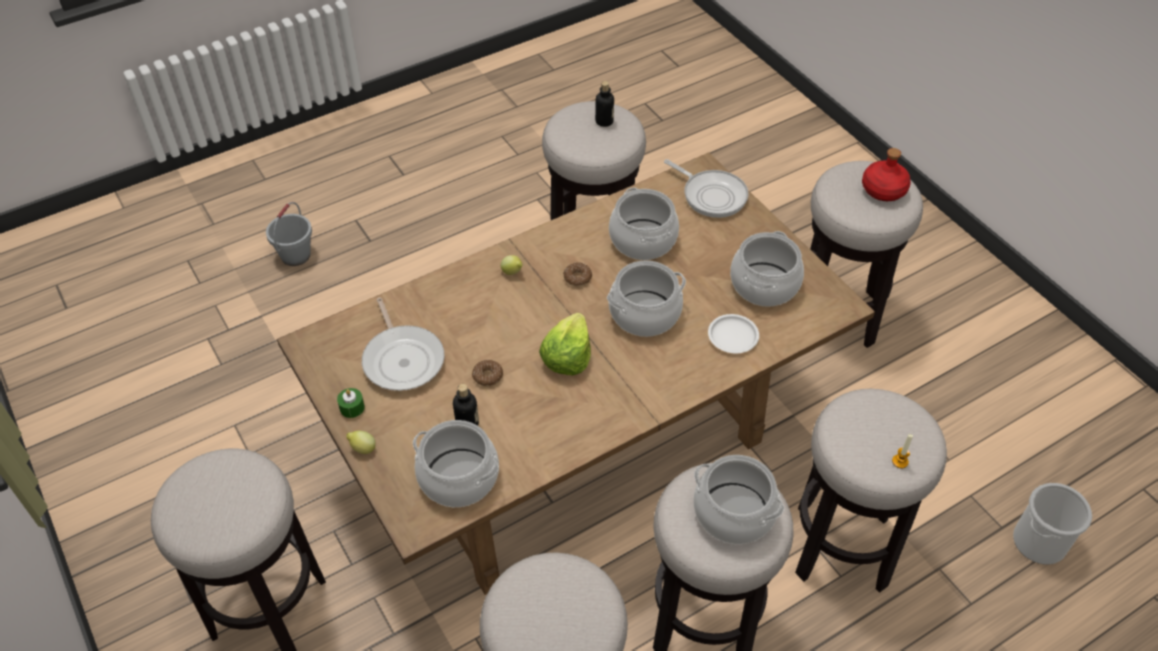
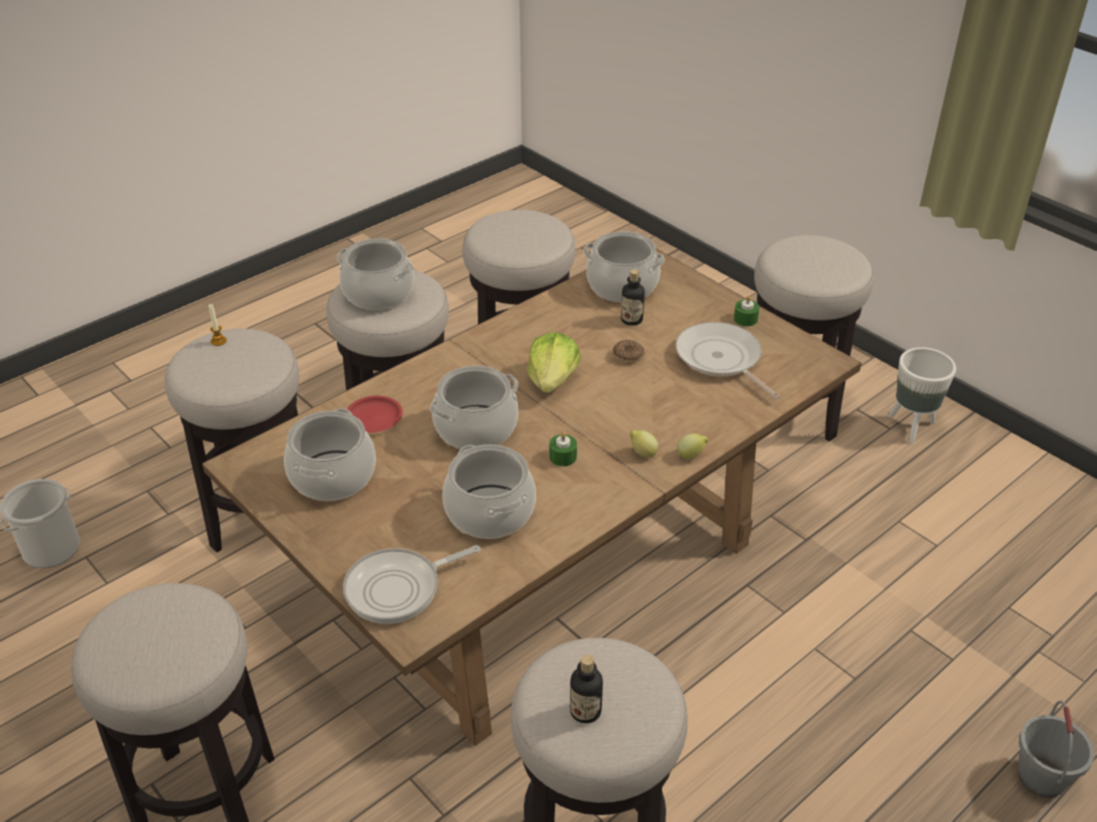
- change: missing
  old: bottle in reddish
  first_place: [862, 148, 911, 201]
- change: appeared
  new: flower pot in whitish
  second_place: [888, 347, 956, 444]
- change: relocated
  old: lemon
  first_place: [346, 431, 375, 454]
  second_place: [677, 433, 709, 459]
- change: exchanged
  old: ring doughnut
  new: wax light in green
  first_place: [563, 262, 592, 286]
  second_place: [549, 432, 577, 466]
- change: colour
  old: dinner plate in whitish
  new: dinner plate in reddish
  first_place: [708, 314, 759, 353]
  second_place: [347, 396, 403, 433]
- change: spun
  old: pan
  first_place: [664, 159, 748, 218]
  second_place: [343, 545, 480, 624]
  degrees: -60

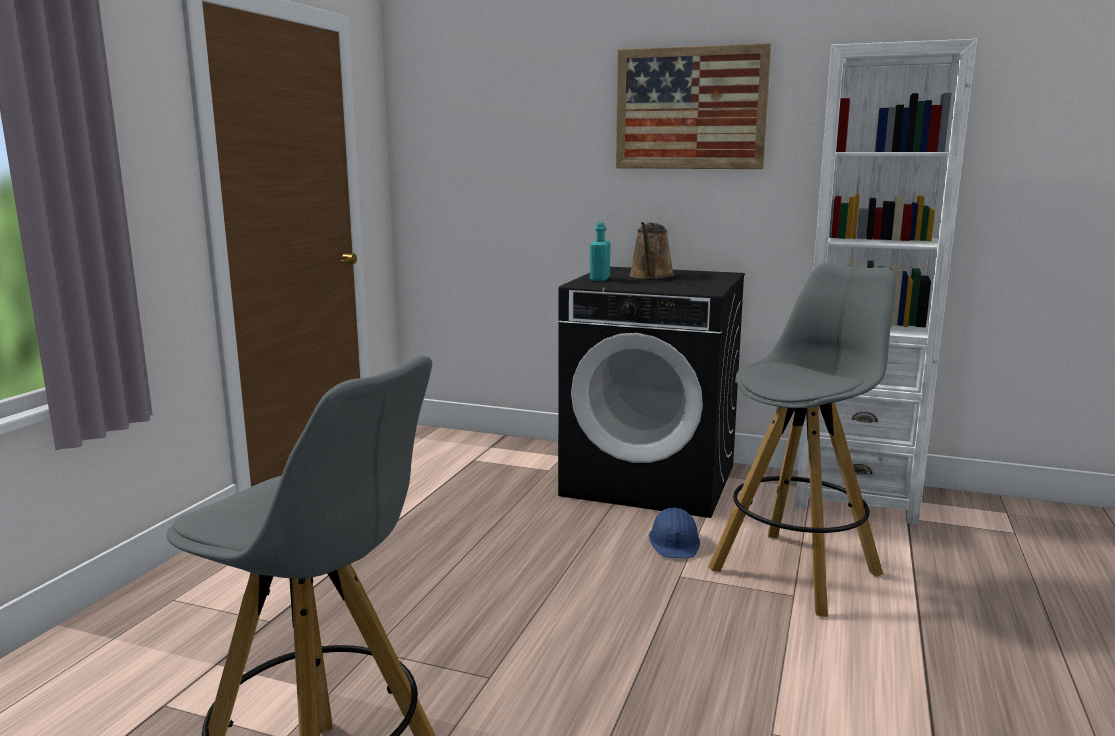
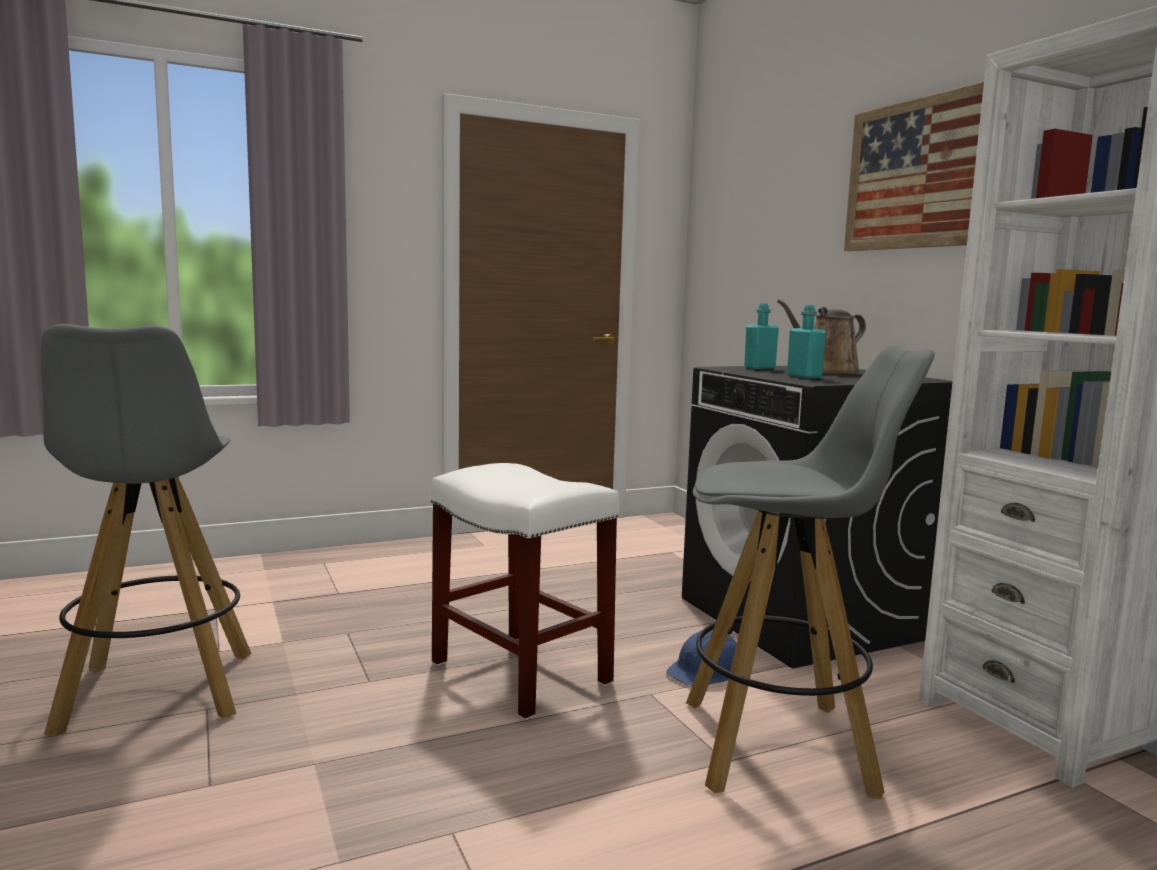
- change: appeared
  new: stool in whitish
  second_place: [431, 463, 620, 720]
- change: appeared
  new: bottle in blue-green
  second_place: [787, 305, 826, 378]

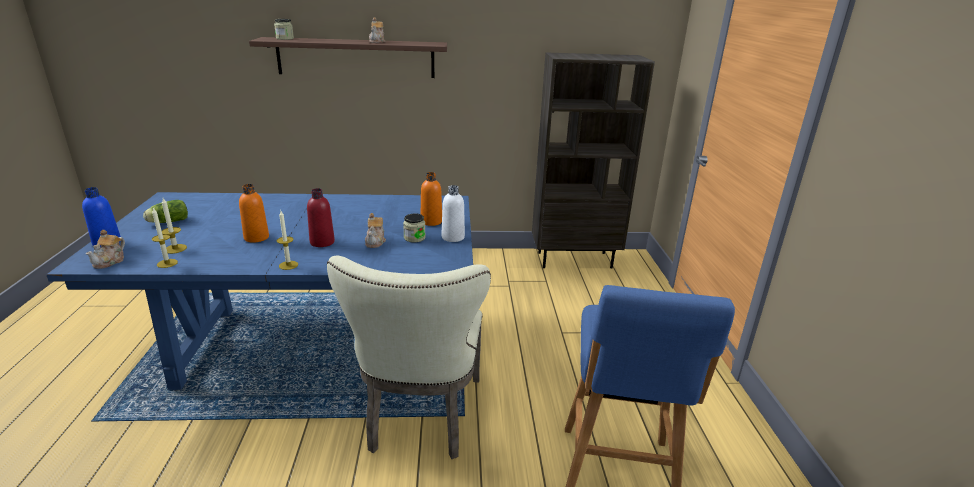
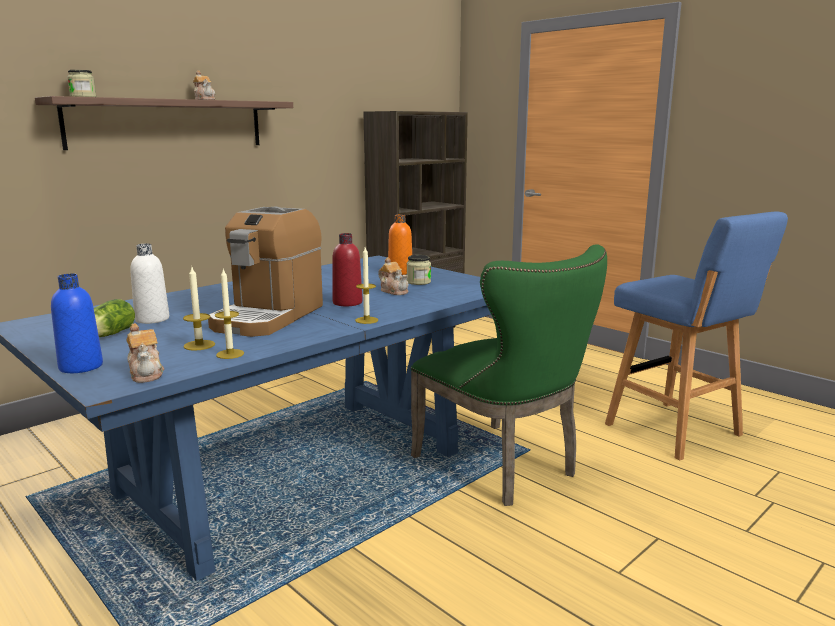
- change: relocated
  old: bottle in whitish
  first_place: [442, 185, 465, 242]
  second_place: [130, 244, 169, 324]
- change: exchanged
  old: bottle in orangey
  new: coffee machine
  first_place: [239, 184, 269, 243]
  second_place: [208, 207, 323, 337]
- change: colour
  old: plain chair in beige
  new: plain chair in green
  first_place: [327, 256, 491, 459]
  second_place: [411, 244, 607, 506]

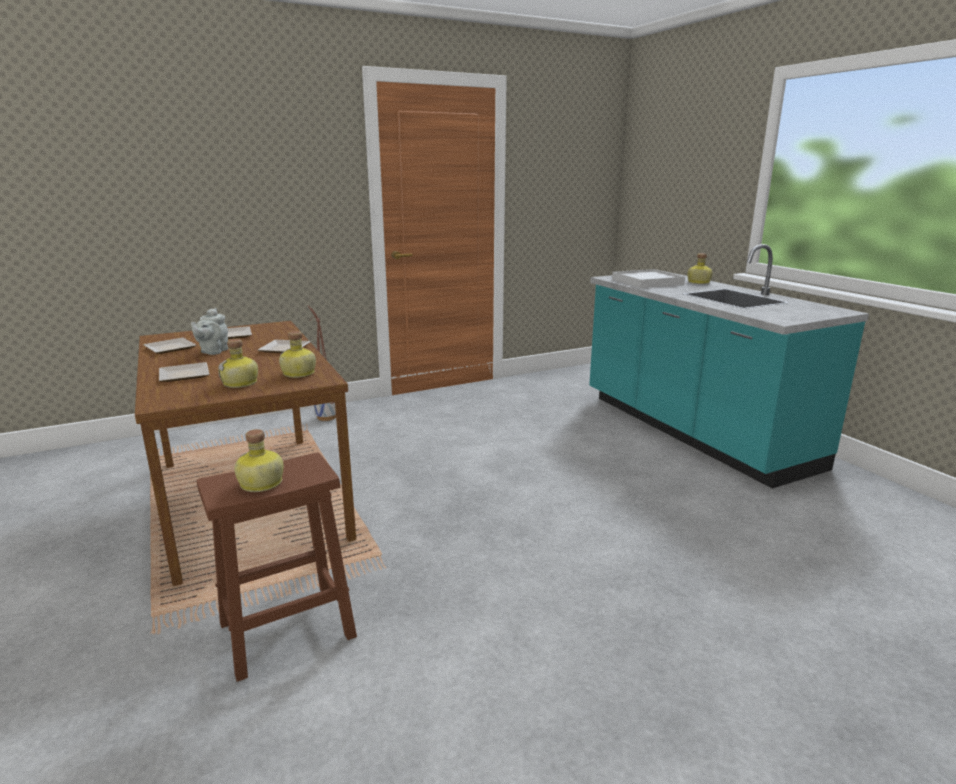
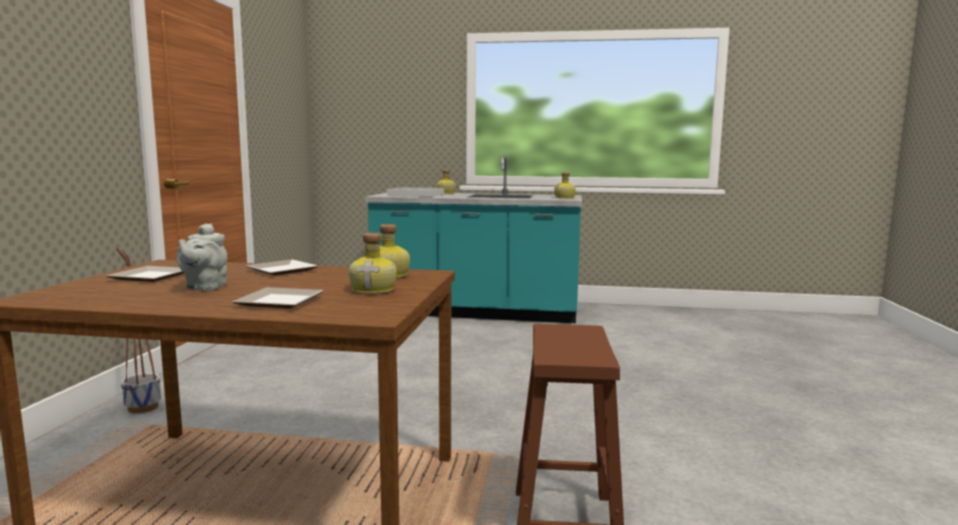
- change: missing
  old: dinner plate
  first_place: [143, 338, 197, 354]
- change: relocated
  old: bottle
  first_place: [234, 429, 284, 492]
  second_place: [554, 172, 576, 199]
- change: spun
  old: pot for tea in gray
  first_place: [191, 308, 228, 355]
  second_place: [176, 223, 228, 291]
  degrees: 45

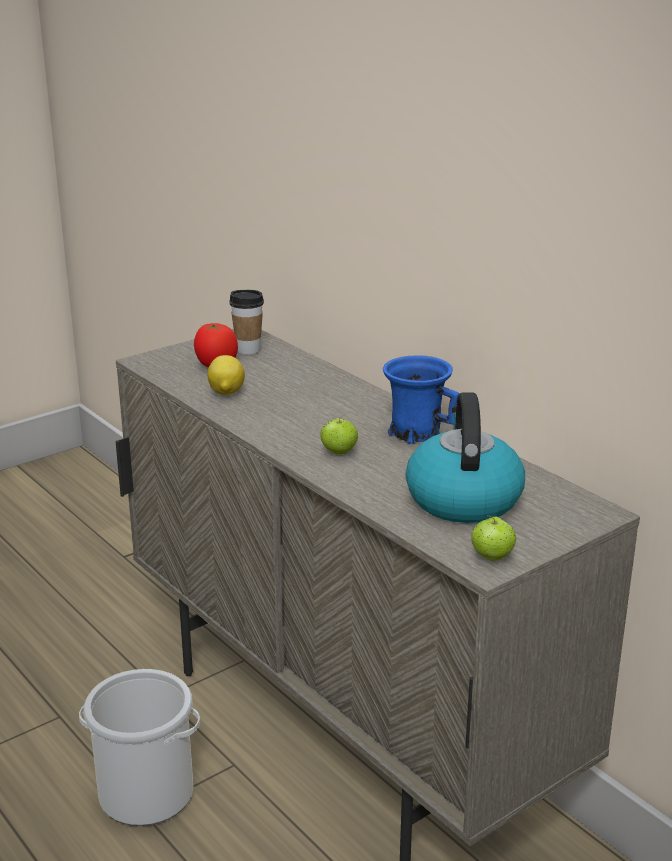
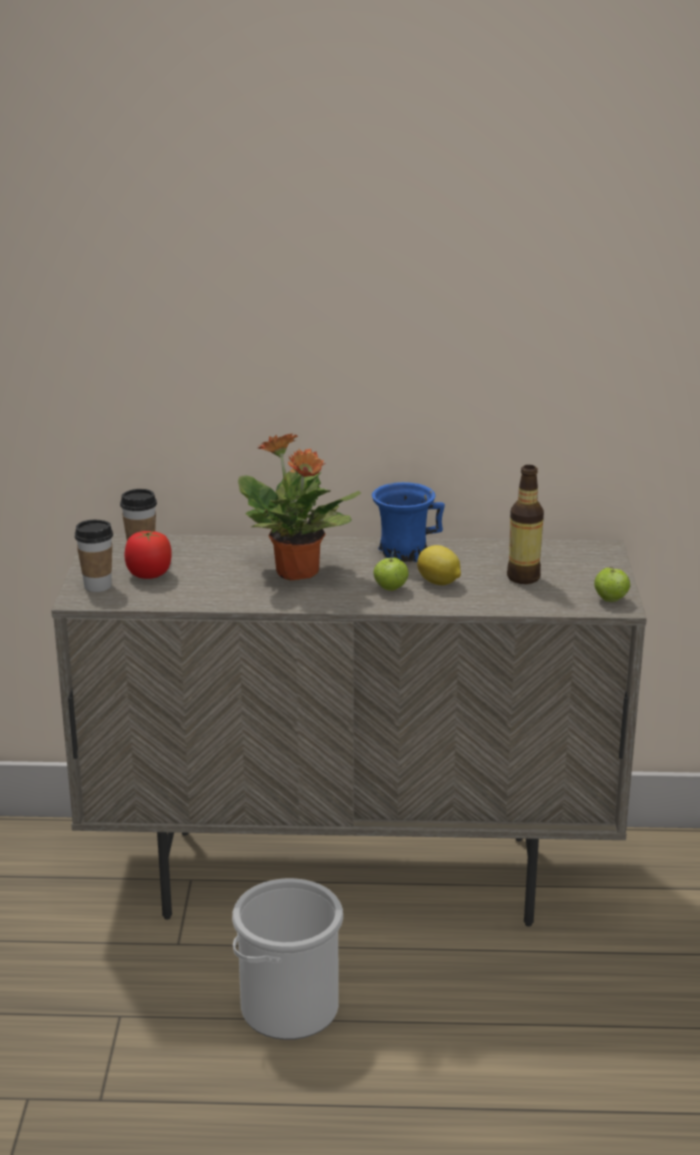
- change: appeared
  new: small cup
  second_place: [75, 520, 113, 592]
- change: appeared
  new: potted plant
  second_place: [238, 434, 361, 581]
- change: relocated
  old: lemon
  first_place: [207, 355, 245, 395]
  second_place: [417, 545, 461, 585]
- change: exchanged
  old: tea kettle
  new: bottle
  first_place: [405, 392, 525, 523]
  second_place: [507, 465, 544, 584]

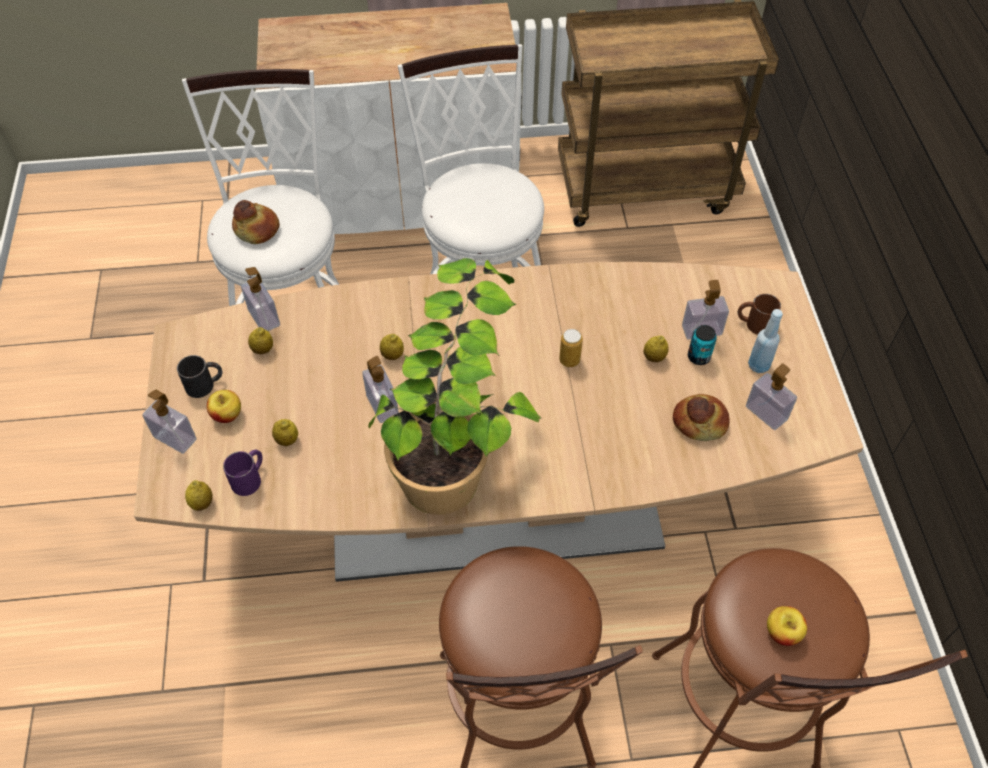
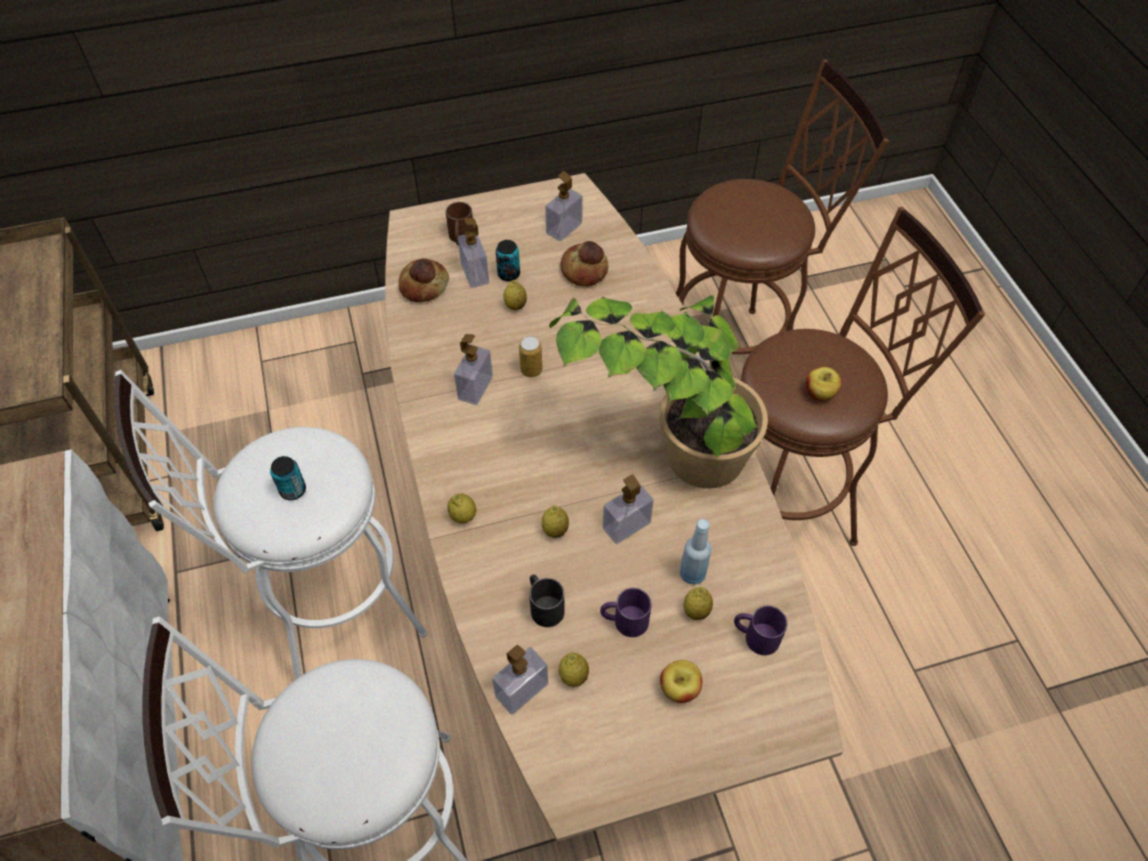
- change: appeared
  new: can
  second_place: [270, 456, 306, 500]
- change: appeared
  new: coffee mug in purplish
  second_place: [600, 588, 651, 637]
- change: relocated
  old: soap bottle
  first_place: [142, 390, 197, 454]
  second_place: [454, 334, 493, 405]
- change: relocated
  old: coffee mug in black
  first_place: [177, 355, 222, 398]
  second_place: [529, 574, 565, 627]
- change: relocated
  old: lemon
  first_place: [185, 480, 213, 511]
  second_place: [448, 493, 476, 523]
- change: relocated
  old: bakery bread
  first_place: [232, 200, 280, 244]
  second_place: [399, 258, 449, 302]
- change: relocated
  old: bottle in bluish
  first_place: [748, 309, 783, 373]
  second_place: [680, 519, 712, 585]
- change: relocated
  old: apple
  first_place: [767, 606, 807, 646]
  second_place: [806, 367, 842, 401]

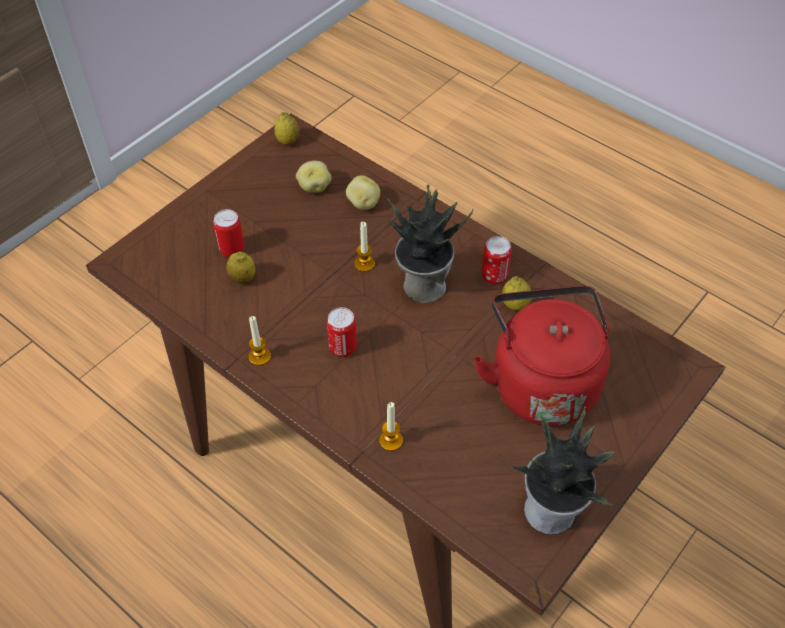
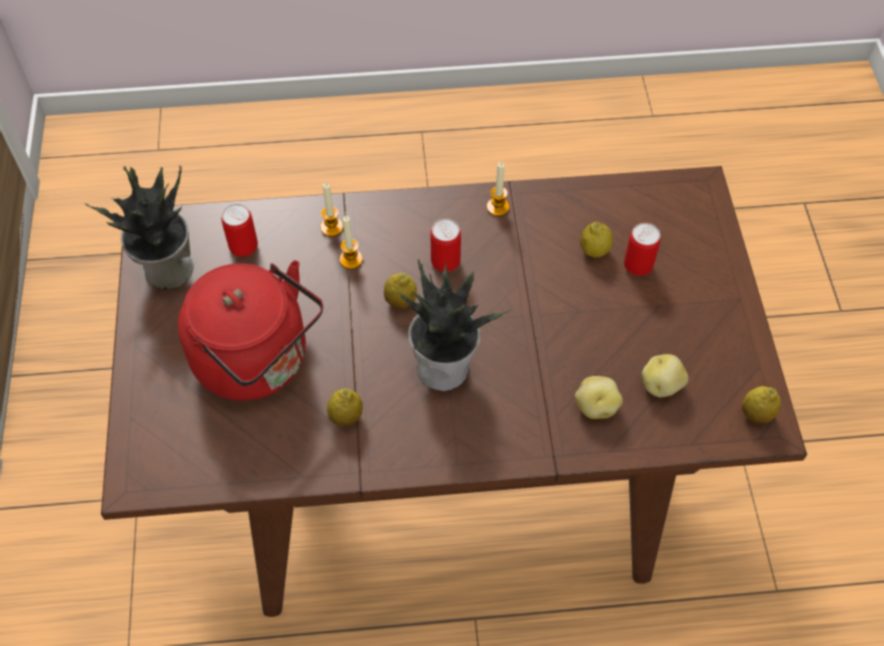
- change: appeared
  new: lemon
  second_place: [384, 273, 417, 309]
- change: relocated
  old: wax light
  first_place: [354, 222, 375, 272]
  second_place: [339, 216, 363, 269]
- change: relocated
  old: can
  first_place: [482, 236, 512, 285]
  second_place: [221, 204, 258, 257]

